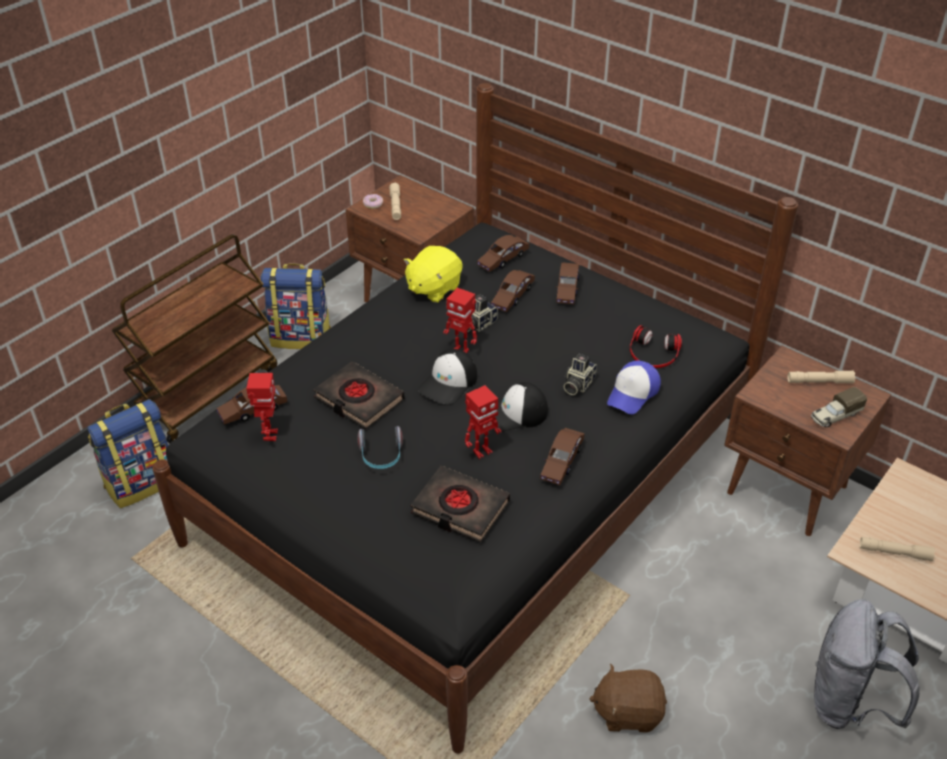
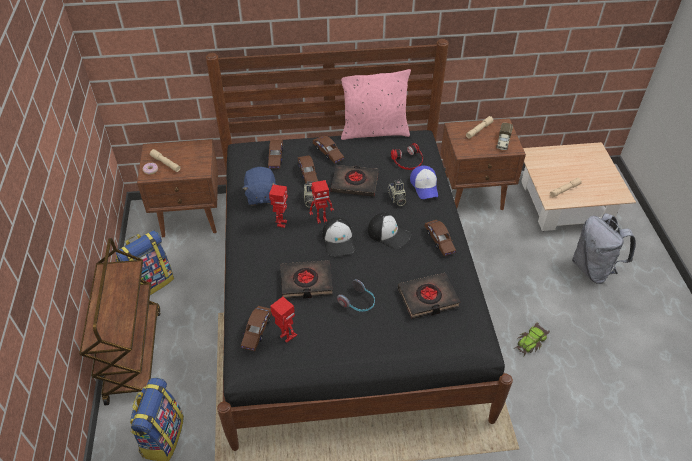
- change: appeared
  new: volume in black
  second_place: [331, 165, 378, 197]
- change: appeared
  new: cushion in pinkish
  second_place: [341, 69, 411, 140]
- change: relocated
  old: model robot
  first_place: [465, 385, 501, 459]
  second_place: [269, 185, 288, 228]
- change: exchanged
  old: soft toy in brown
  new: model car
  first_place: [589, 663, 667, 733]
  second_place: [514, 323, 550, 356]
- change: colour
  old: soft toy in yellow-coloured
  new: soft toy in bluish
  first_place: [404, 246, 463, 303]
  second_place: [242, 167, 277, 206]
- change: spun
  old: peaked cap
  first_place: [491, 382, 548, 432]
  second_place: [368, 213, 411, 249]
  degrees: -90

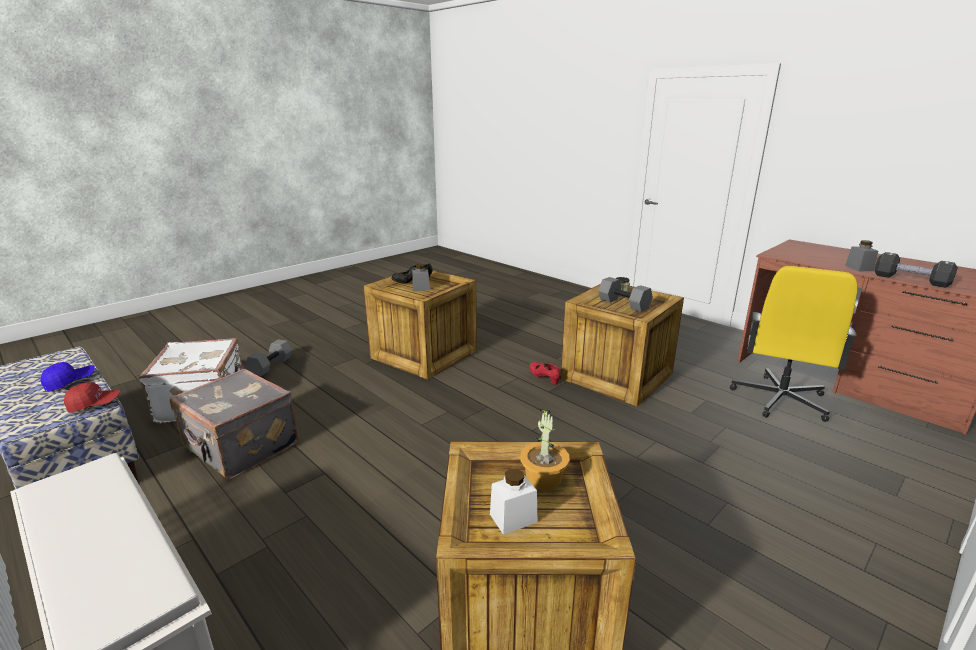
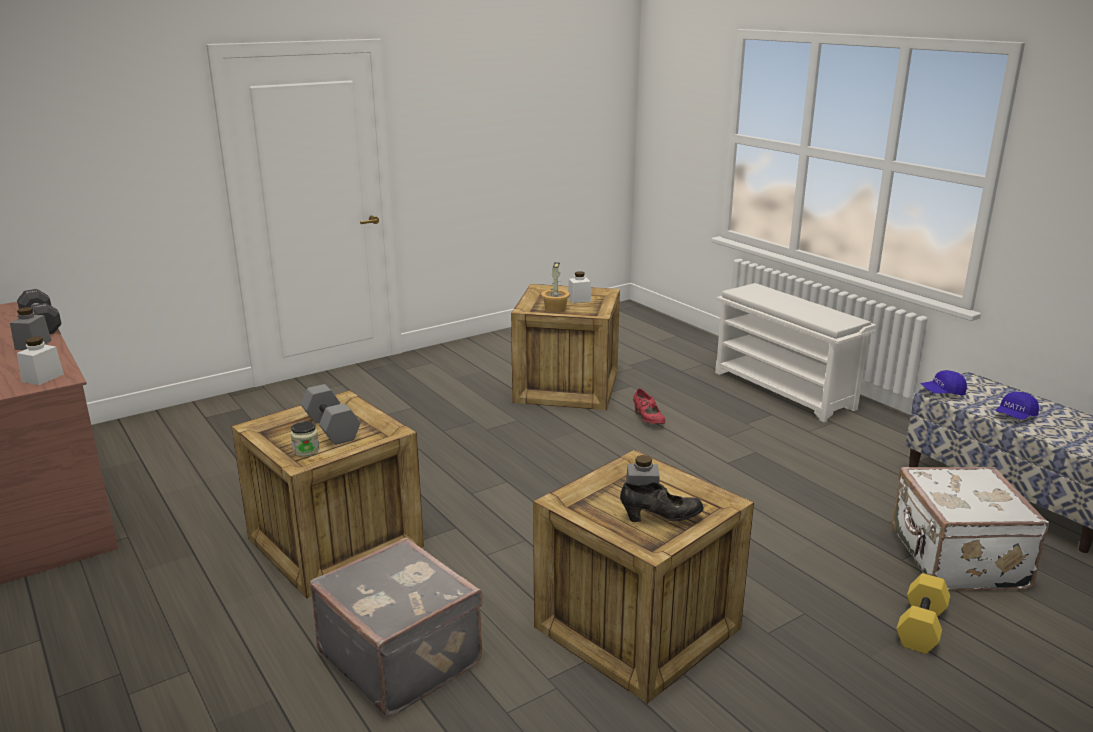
- change: missing
  old: computer chair in yellow-coloured
  first_place: [730, 266, 858, 422]
- change: appeared
  new: storage jar in whitish
  second_place: [17, 337, 64, 385]
- change: relocated
  old: piece of luggage in gray
  first_place: [170, 369, 299, 479]
  second_place: [310, 537, 483, 717]
- change: relocated
  old: shoe in reddish
  first_place: [529, 362, 561, 385]
  second_place: [633, 389, 665, 424]
- change: colour
  old: peaked cap in reddish
  new: peaked cap in bluish
  first_place: [64, 382, 121, 413]
  second_place: [920, 370, 967, 395]
- change: colour
  old: dumbbell in gray
  new: dumbbell in yellow-coloured
  first_place: [245, 339, 292, 377]
  second_place: [896, 573, 950, 654]

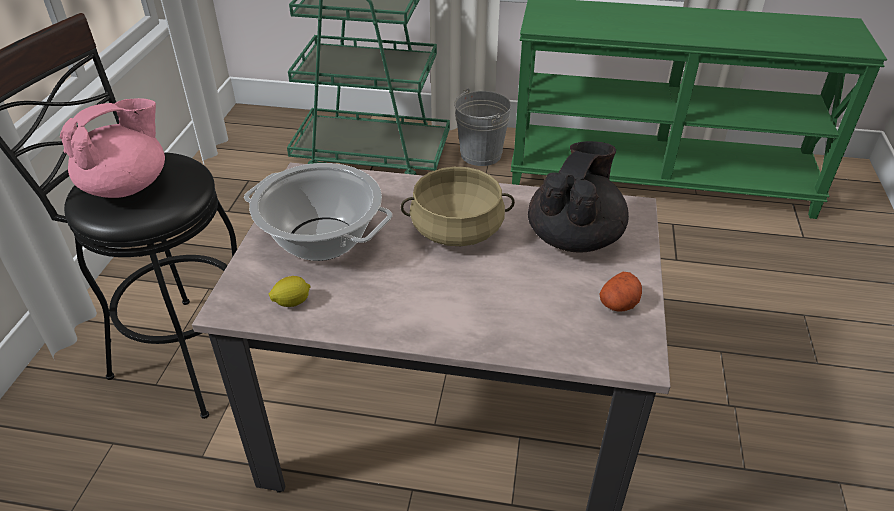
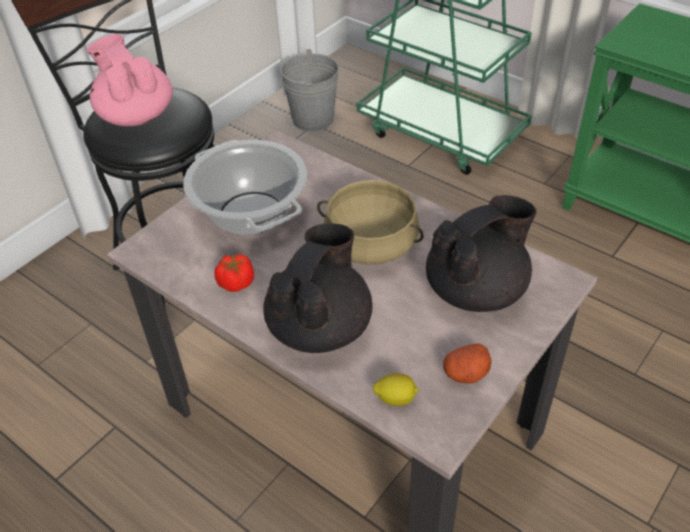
- change: appeared
  new: tomato
  second_place: [214, 254, 254, 292]
- change: appeared
  new: pot for tea in black
  second_place: [263, 223, 372, 353]
- change: relocated
  old: lemon
  first_place: [269, 276, 311, 307]
  second_place: [373, 373, 419, 406]
- change: relocated
  old: bucket in gray
  first_place: [454, 88, 511, 166]
  second_place: [280, 49, 338, 131]
- change: spun
  old: pot for tea in pinkish
  first_place: [60, 98, 165, 198]
  second_place: [87, 34, 173, 126]
  degrees: -105

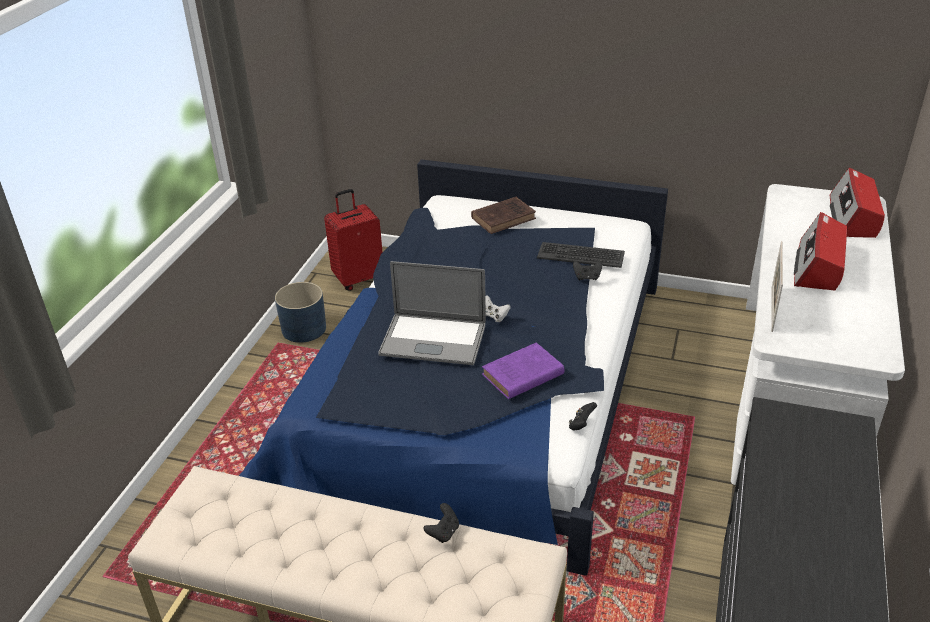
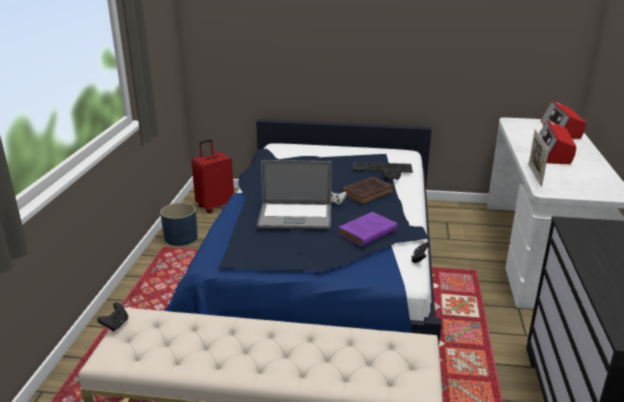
- change: relocated
  old: joypad in black
  first_place: [424, 503, 459, 543]
  second_place: [97, 302, 128, 332]
- change: relocated
  old: volume in brown
  first_place: [471, 197, 536, 234]
  second_place: [341, 177, 393, 204]

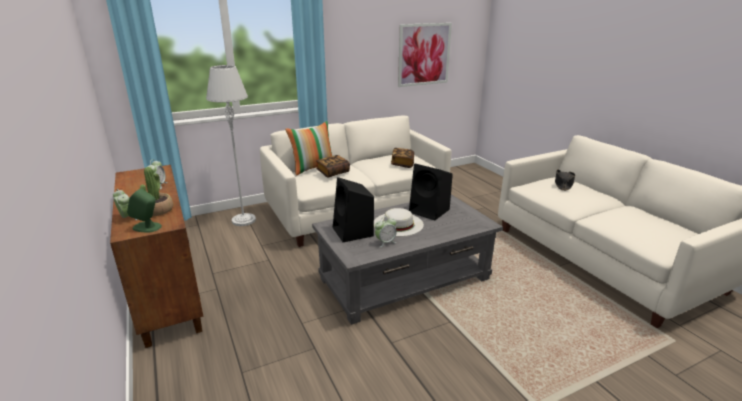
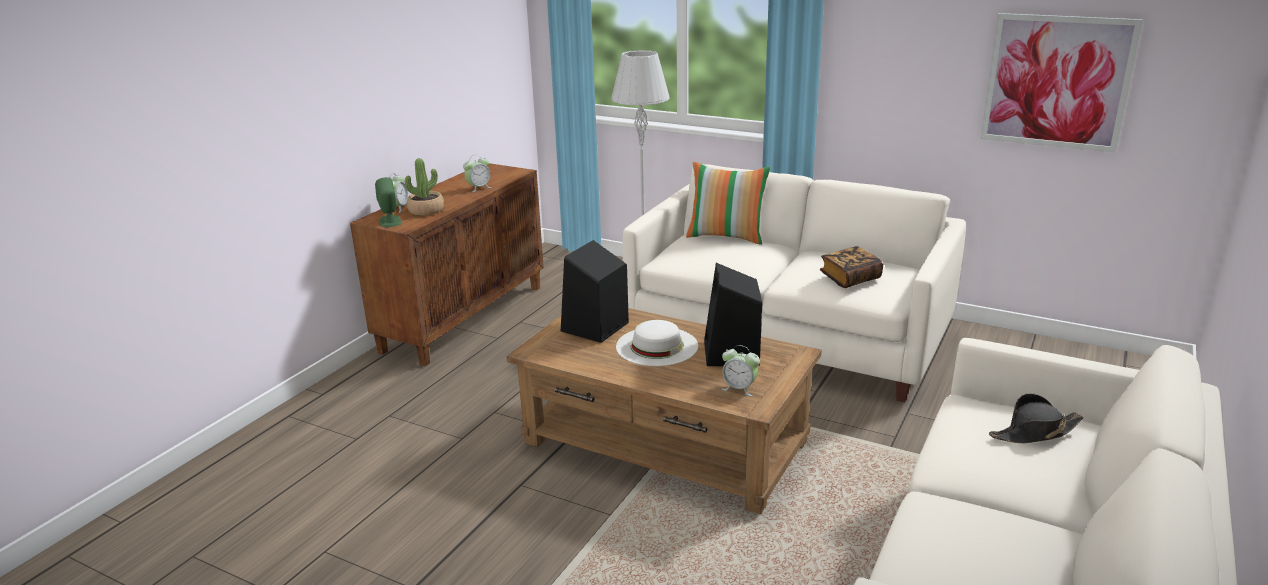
- change: missing
  old: volume
  first_place: [316, 155, 350, 177]
- change: relocated
  old: bedside clock
  first_place: [375, 216, 397, 248]
  second_place: [722, 345, 760, 396]
- change: colour
  old: low table in gray
  new: low table in brown
  first_place: [312, 194, 503, 325]
  second_place: [507, 308, 822, 514]

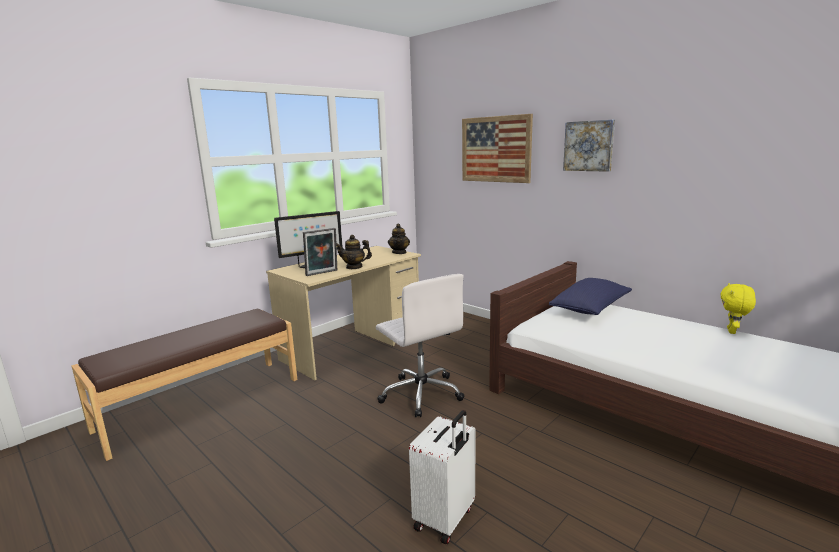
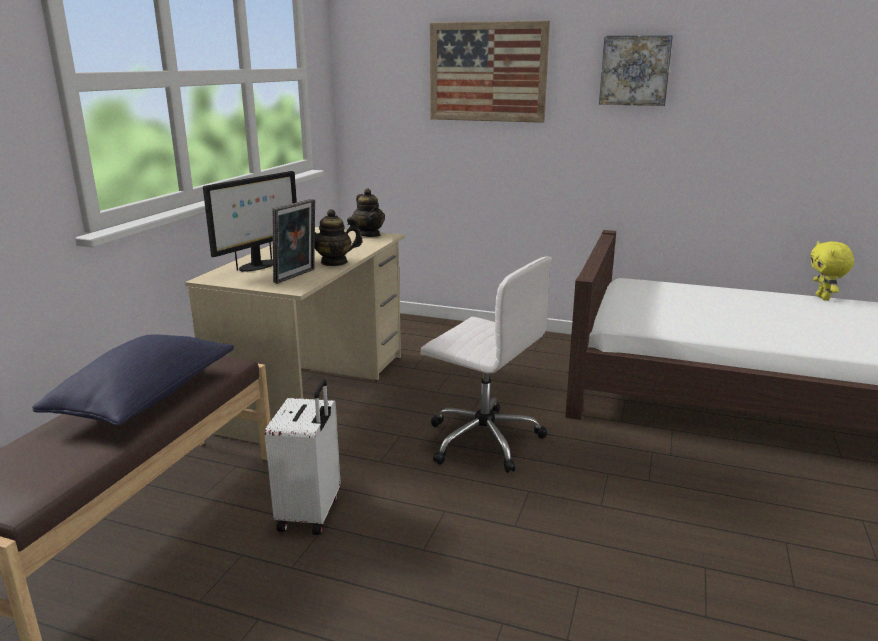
- change: relocated
  old: piece of luggage in whitish
  first_place: [409, 410, 475, 544]
  second_place: [265, 379, 340, 535]
- change: relocated
  old: cushion in bluish
  first_place: [549, 278, 632, 315]
  second_place: [32, 334, 234, 426]

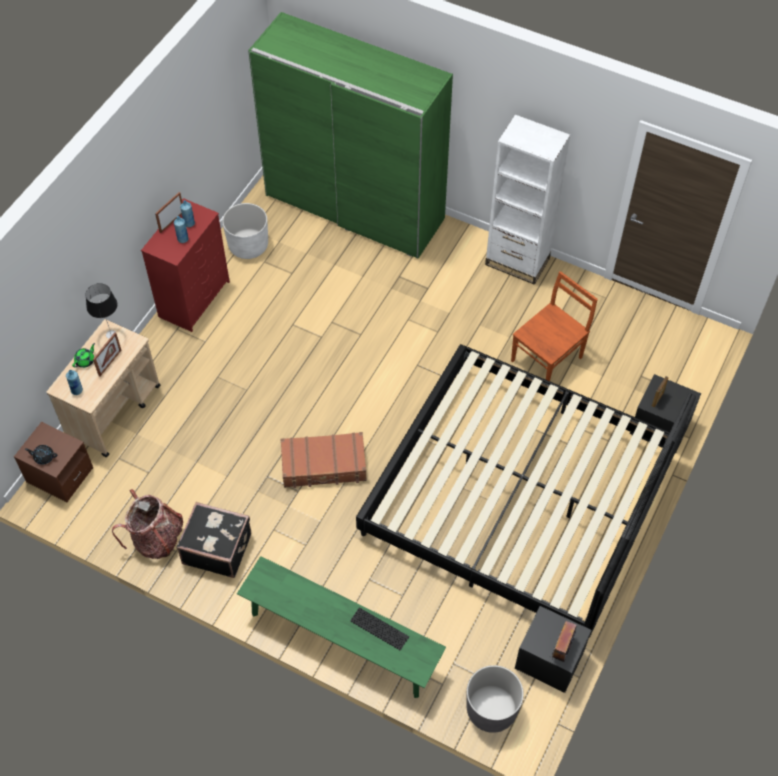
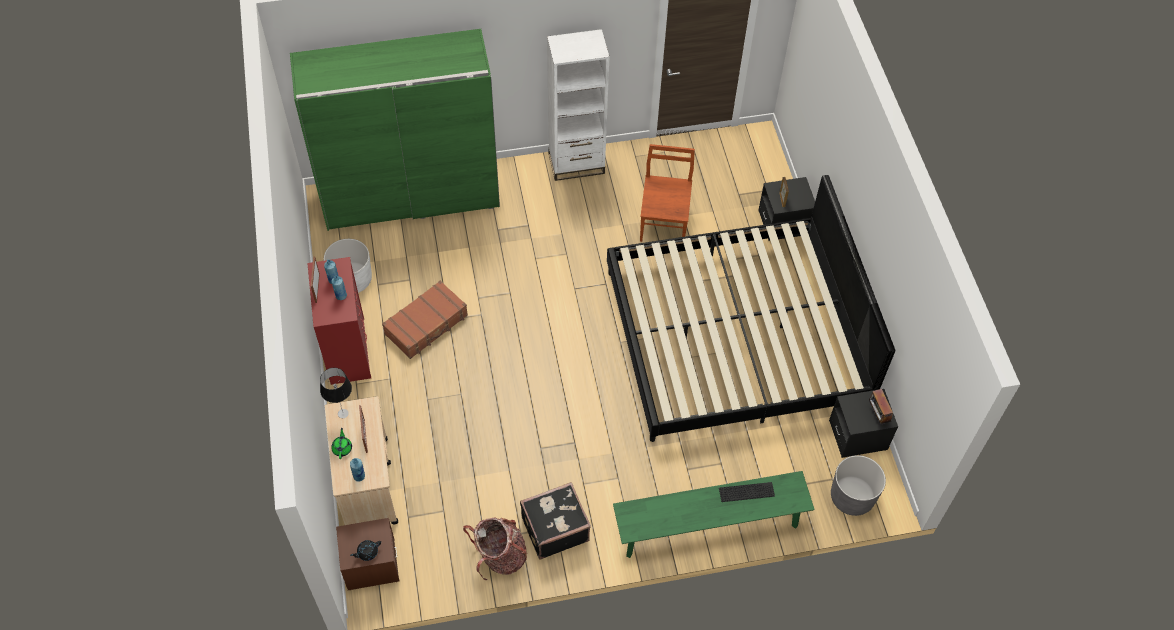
- change: relocated
  old: piece of luggage in brown
  first_place: [281, 432, 367, 488]
  second_place: [382, 281, 468, 359]

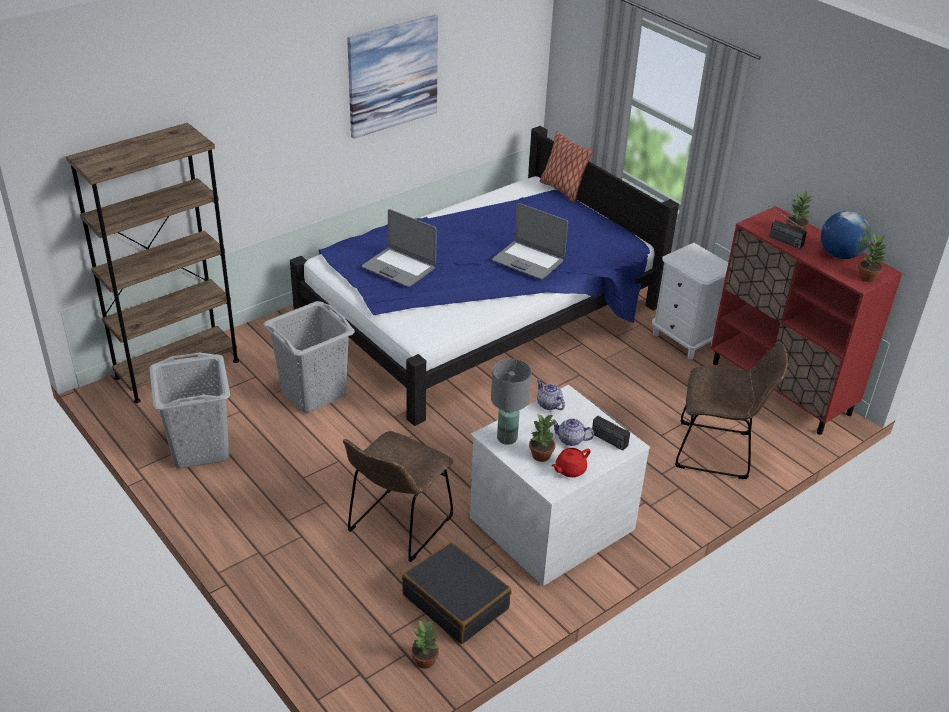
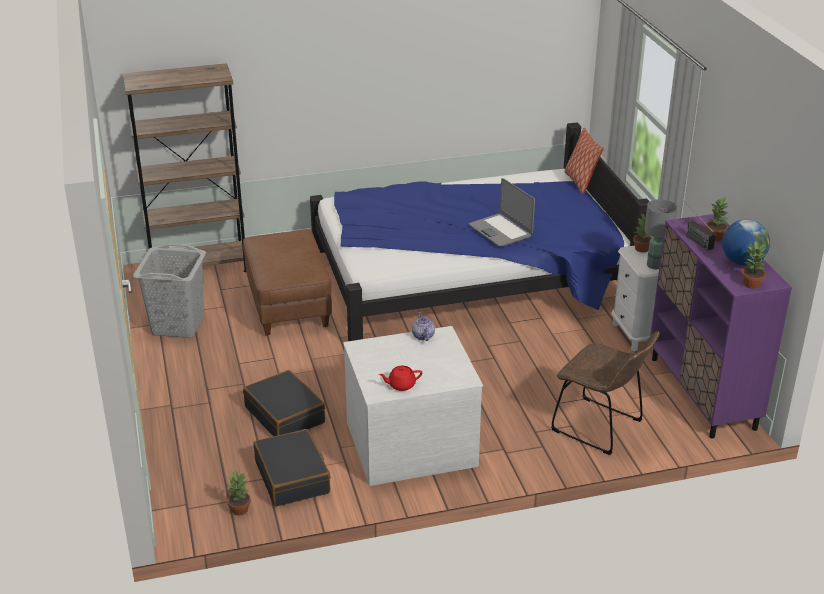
- change: missing
  old: wall picture
  first_place: [347, 15, 438, 139]
- change: missing
  old: laptop
  first_place: [362, 209, 437, 287]
- change: missing
  old: pot for tea
  first_place: [551, 418, 594, 446]
- change: missing
  old: radio receiver
  first_place: [583, 395, 630, 451]
- change: relocated
  old: tabletop lamp in gray
  first_place: [491, 359, 531, 445]
  second_place: [644, 199, 678, 269]
- change: relocated
  old: potted plant
  first_place: [529, 414, 555, 462]
  second_place: [633, 213, 652, 253]
- change: exchanged
  old: laundry basket in gray
  new: pouffe in brown
  first_place: [264, 301, 355, 413]
  second_place: [243, 230, 332, 336]
- change: exchanged
  old: plain chair in brown
  new: piece of luggage in black
  first_place: [343, 431, 454, 562]
  second_place: [243, 370, 325, 437]
- change: colour
  old: cupboard in reddish
  new: cupboard in purplish
  first_place: [711, 206, 902, 435]
  second_place: [650, 214, 792, 438]

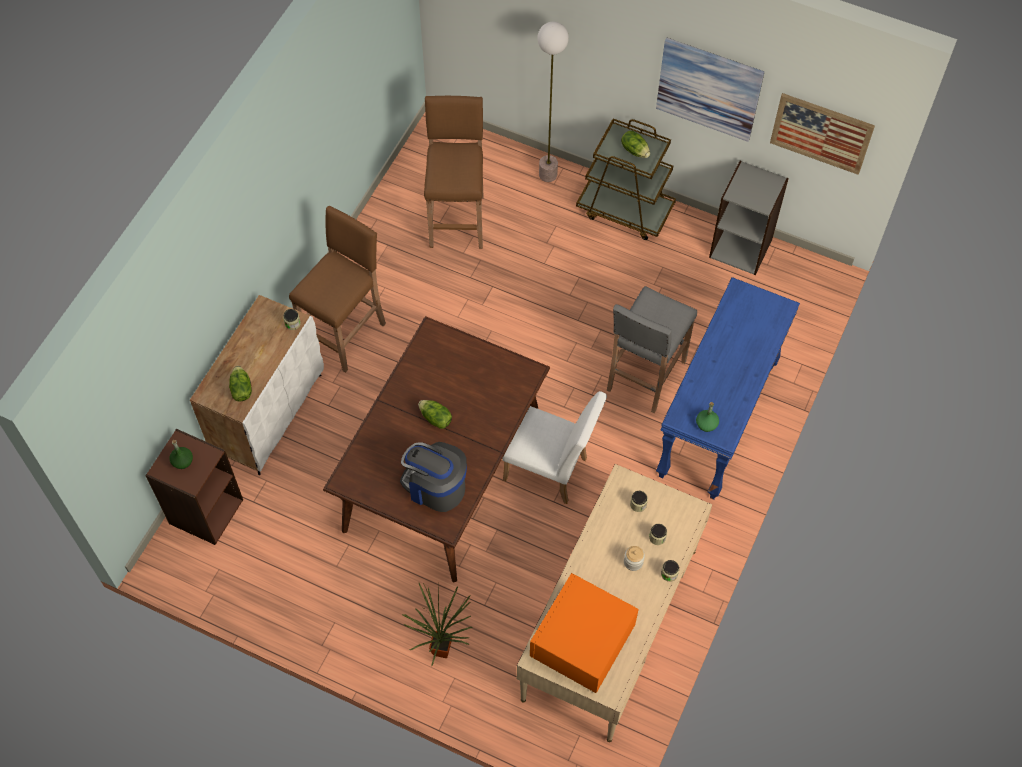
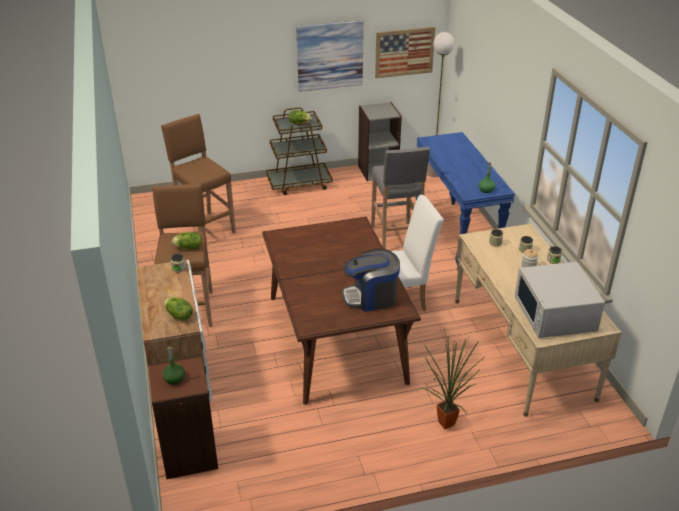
- change: relocated
  old: lettuce
  first_place: [418, 400, 452, 429]
  second_place: [172, 232, 202, 250]
- change: relocated
  old: floor lamp
  first_place: [537, 22, 569, 182]
  second_place: [427, 32, 455, 177]
- change: colour
  old: kitchen microwave in orangey
  new: kitchen microwave in whitish
  first_place: [530, 573, 639, 693]
  second_place: [515, 262, 605, 338]

